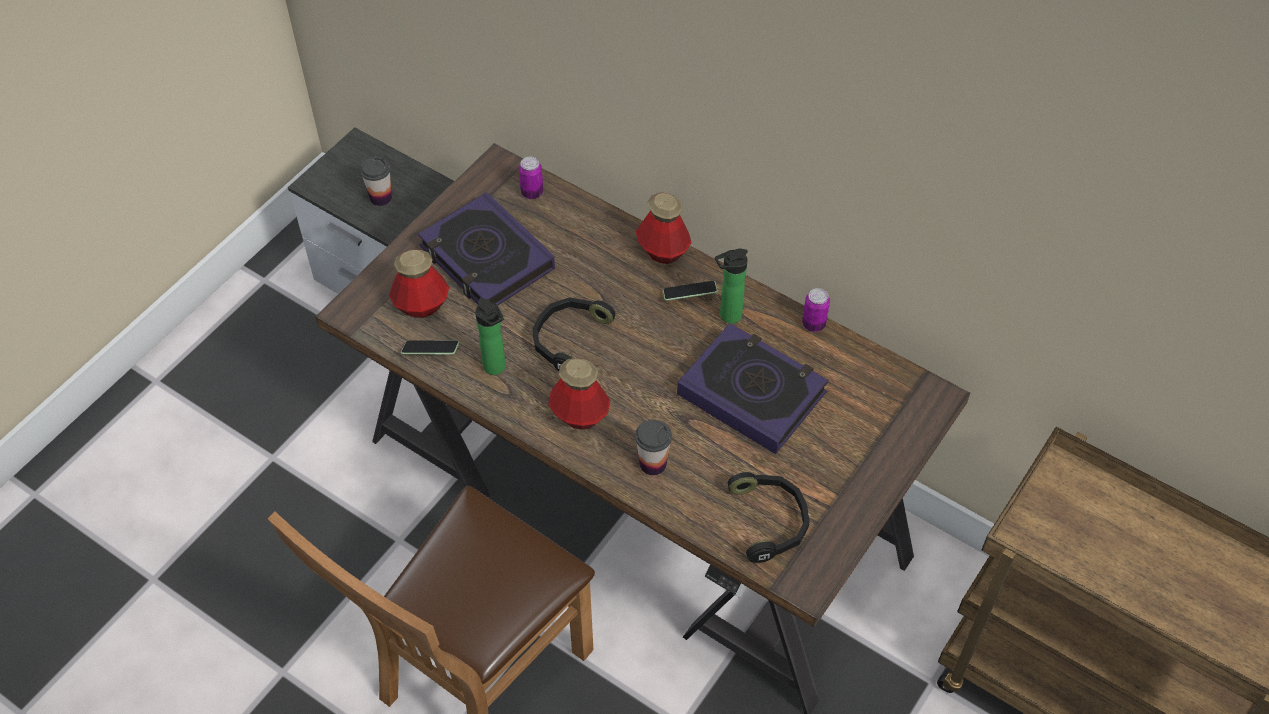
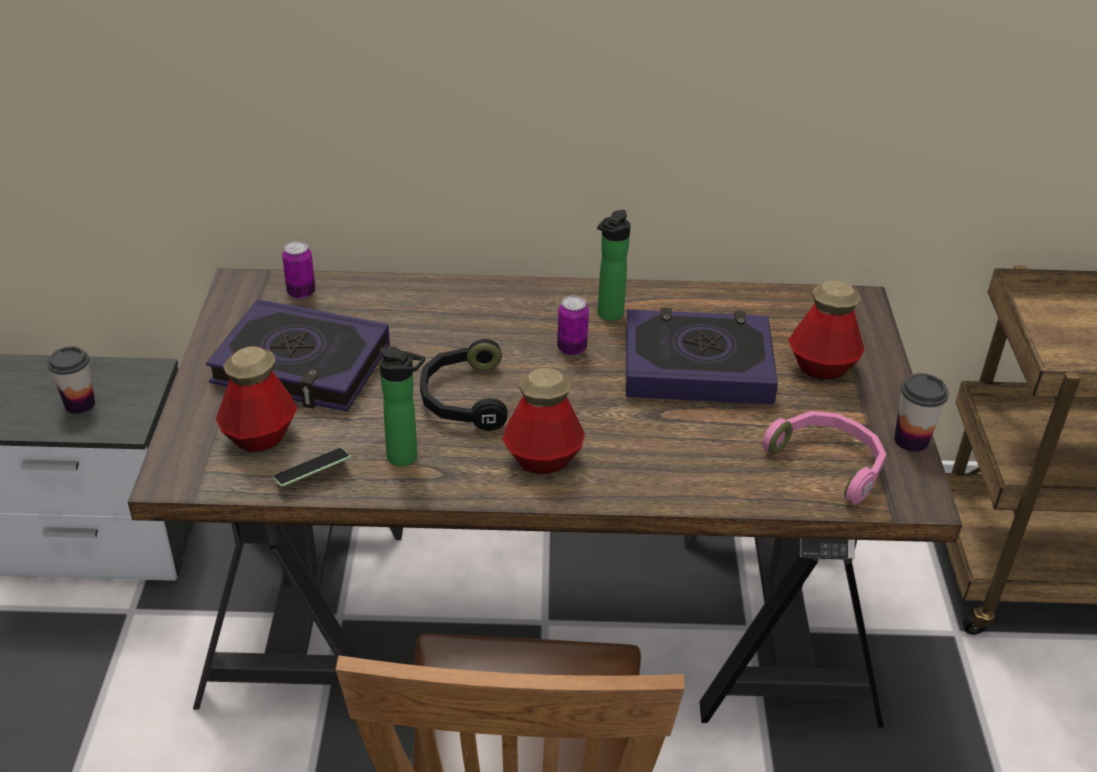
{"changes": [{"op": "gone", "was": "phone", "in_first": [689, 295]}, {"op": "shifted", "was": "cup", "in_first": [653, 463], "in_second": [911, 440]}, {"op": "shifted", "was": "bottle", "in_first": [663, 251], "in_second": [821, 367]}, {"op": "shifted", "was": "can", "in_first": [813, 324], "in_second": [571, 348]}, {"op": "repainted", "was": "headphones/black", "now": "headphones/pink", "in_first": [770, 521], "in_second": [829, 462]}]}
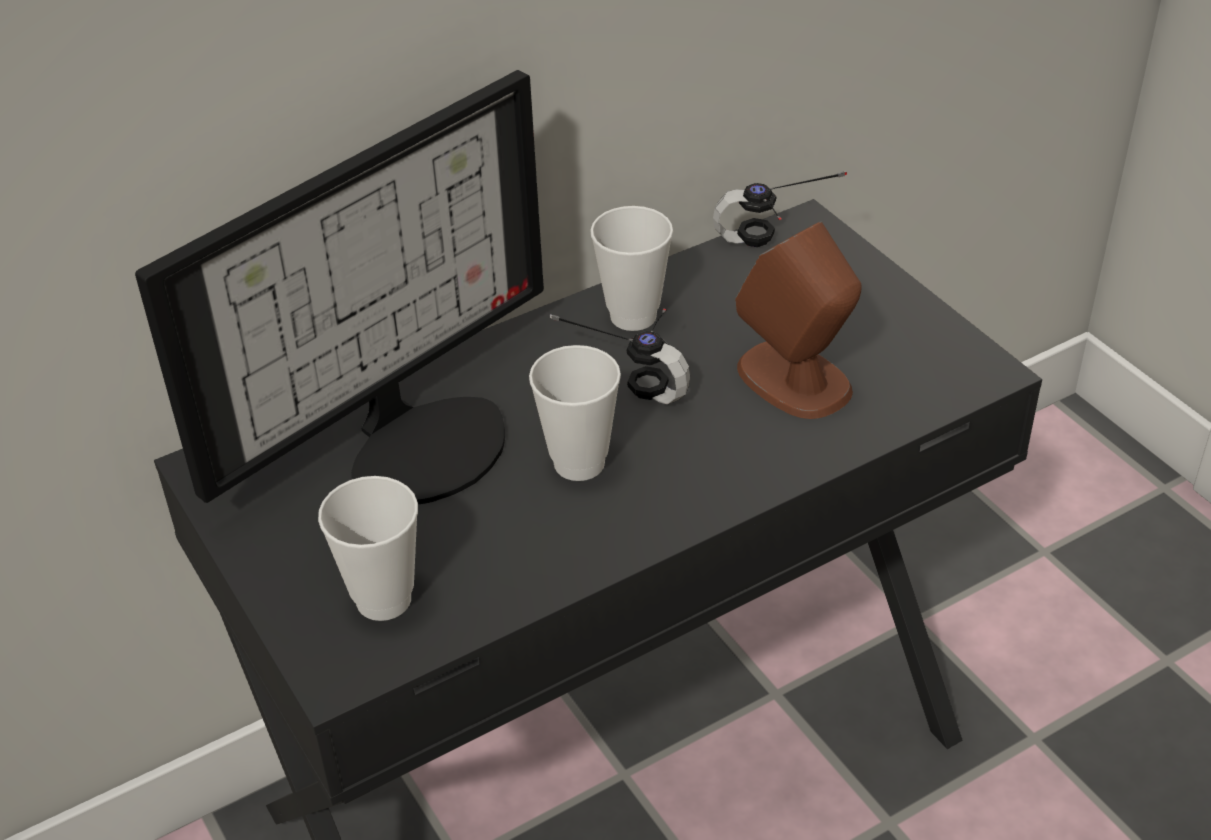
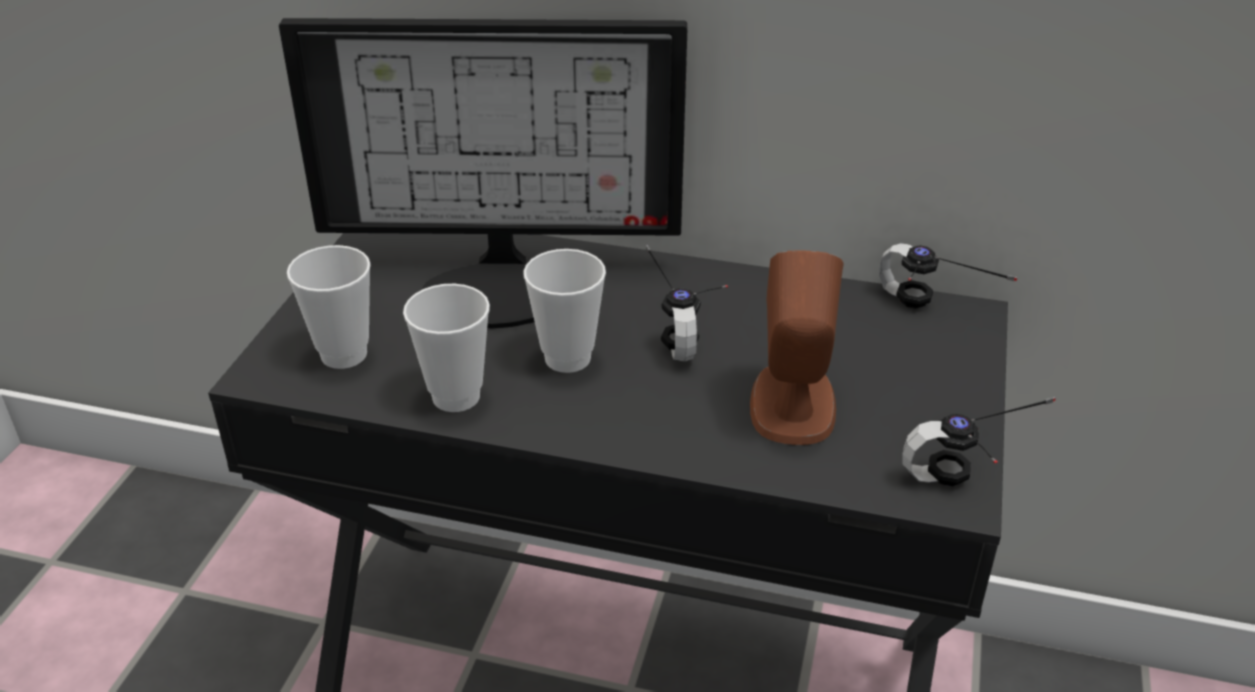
{"changes": [{"op": "new", "now": "headphones", "in_second": [979, 484]}, {"op": "shifted", "was": "cup", "in_first": [633, 316], "in_second": [456, 396]}]}
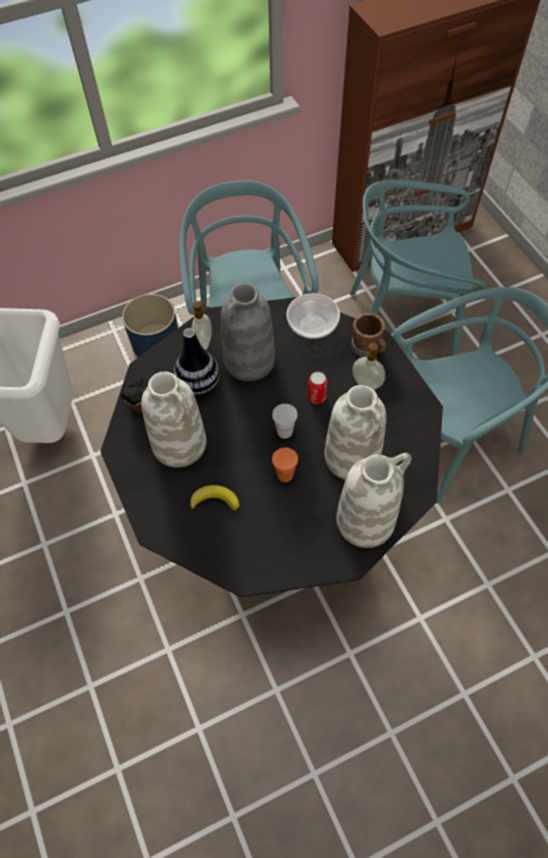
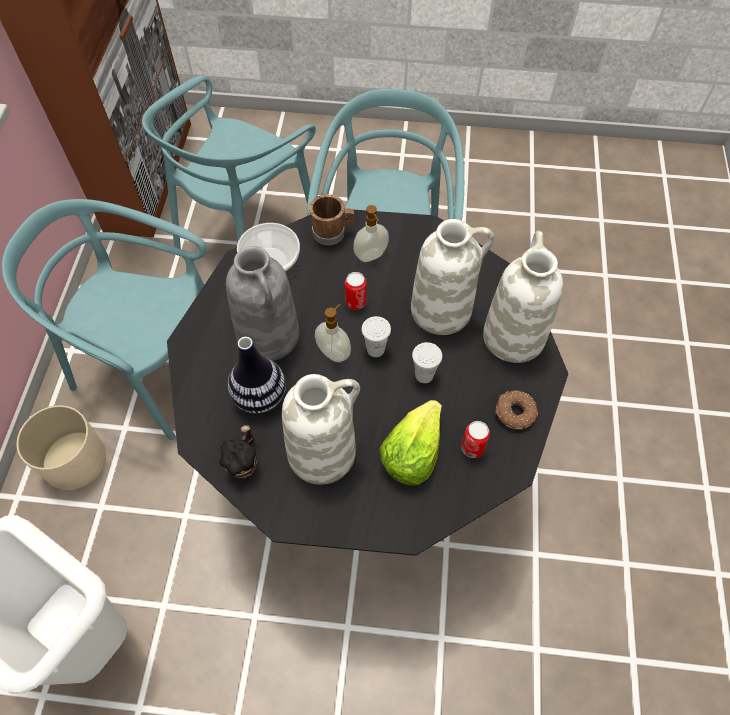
{"changes": [{"op": "new", "now": "can", "in_second": [472, 448]}, {"op": "new", "now": "donut", "in_second": [514, 413]}, {"op": "shifted", "was": "soap dispenser", "in_first": [204, 343], "in_second": [334, 352]}, {"op": "swapped", "was": "banana", "now": "lettuce", "in_first": [215, 500], "in_second": [412, 452]}, {"op": "repainted", "was": "planter/blue", "now": "planter/beige", "in_first": [156, 342], "in_second": [74, 459]}, {"op": "repainted", "was": "cup/orange", "now": "cup/white", "in_first": [285, 475], "in_second": [424, 375]}]}
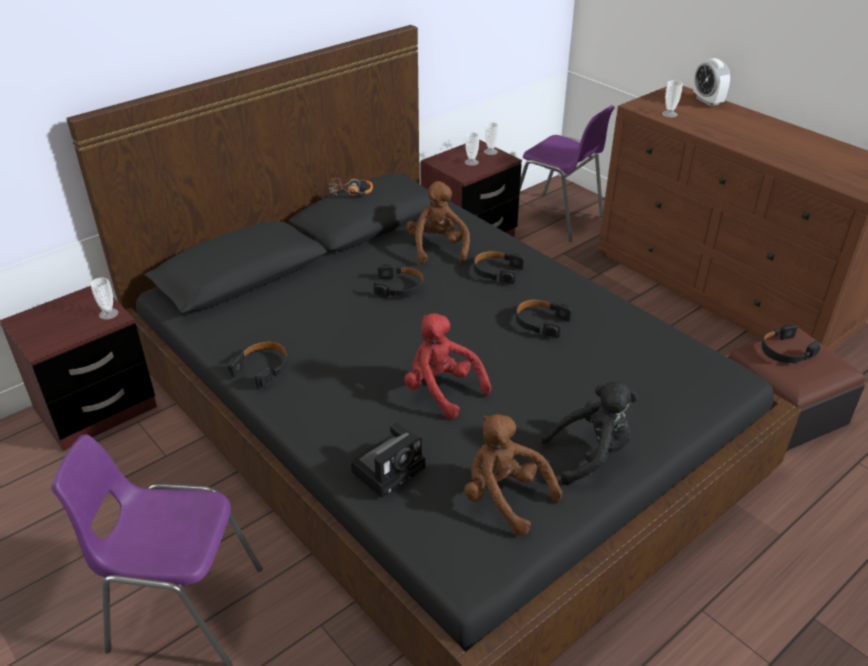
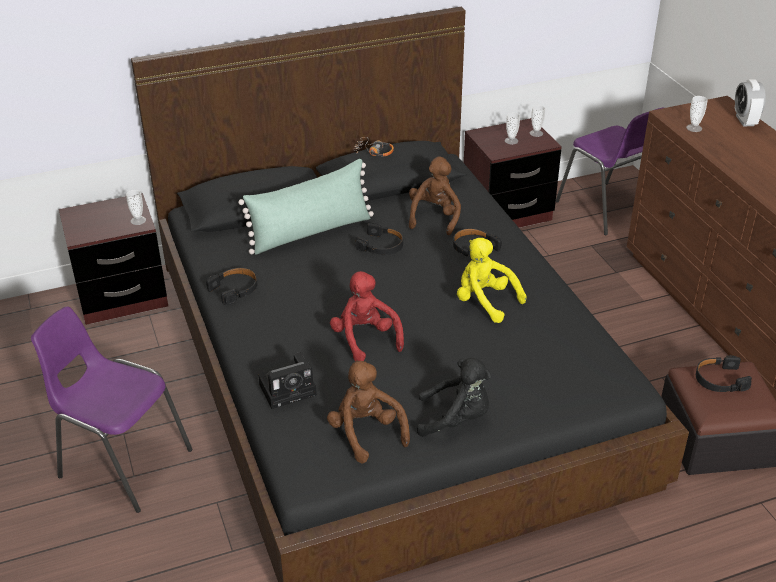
{"changes": [{"op": "new", "now": "pillow/green", "in_second": [311, 232]}, {"op": "swapped", "was": "headphones/black", "now": "plush toy/yellow", "in_first": [540, 322], "in_second": [485, 302]}]}
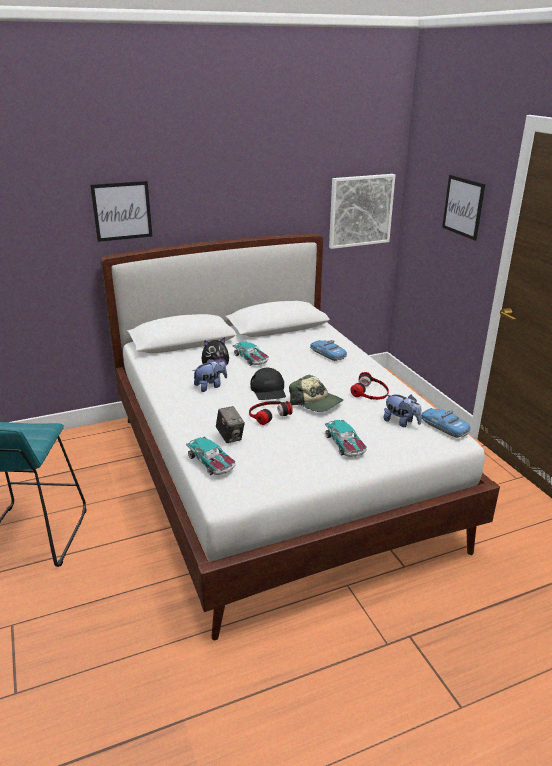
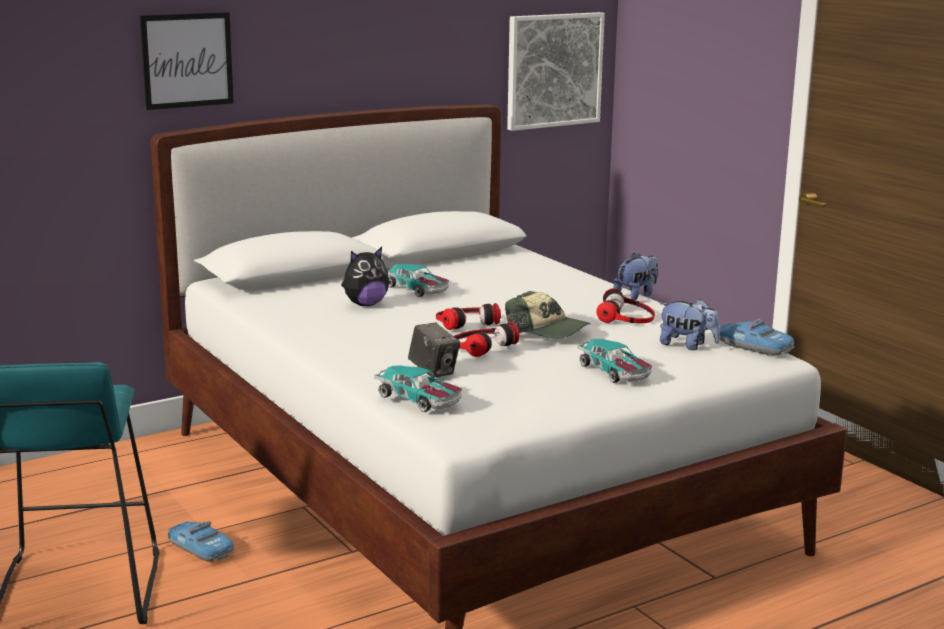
{"changes": [{"op": "gone", "was": "picture", "in_first": [463, 207]}, {"op": "shifted", "was": "plush toy", "in_first": [210, 386], "in_second": [636, 295]}, {"op": "shifted", "was": "toy car", "in_first": [327, 354], "in_second": [200, 549]}, {"op": "swapped", "was": "cap/black", "now": "headphones", "in_first": [268, 390], "in_second": [465, 321]}]}
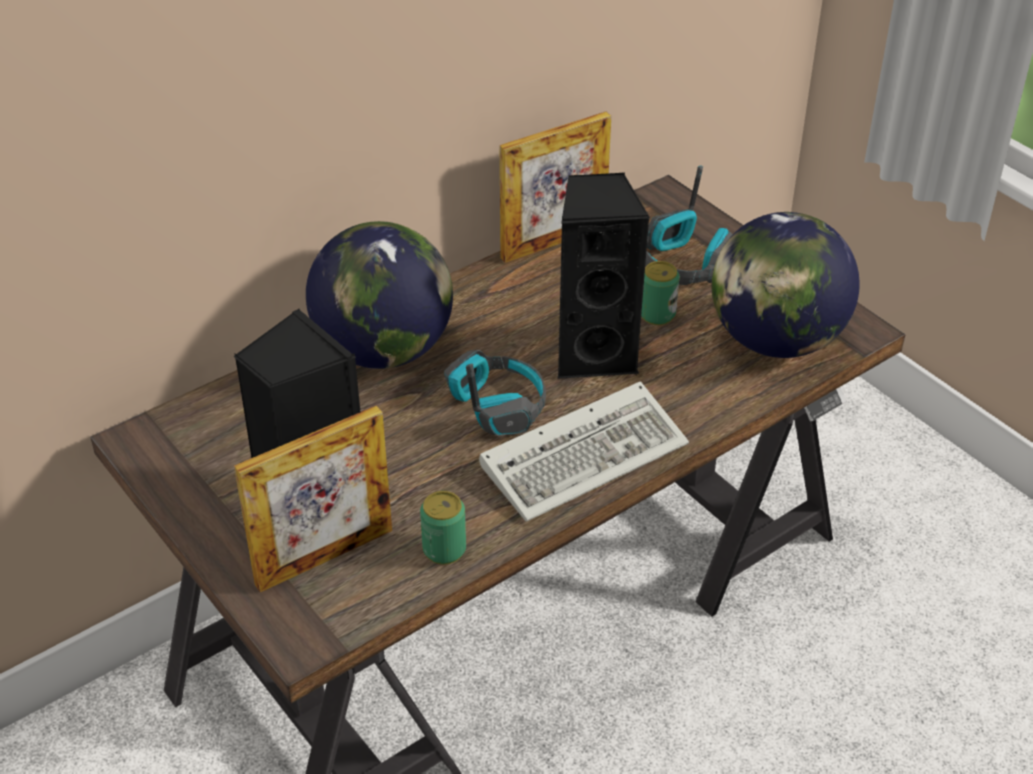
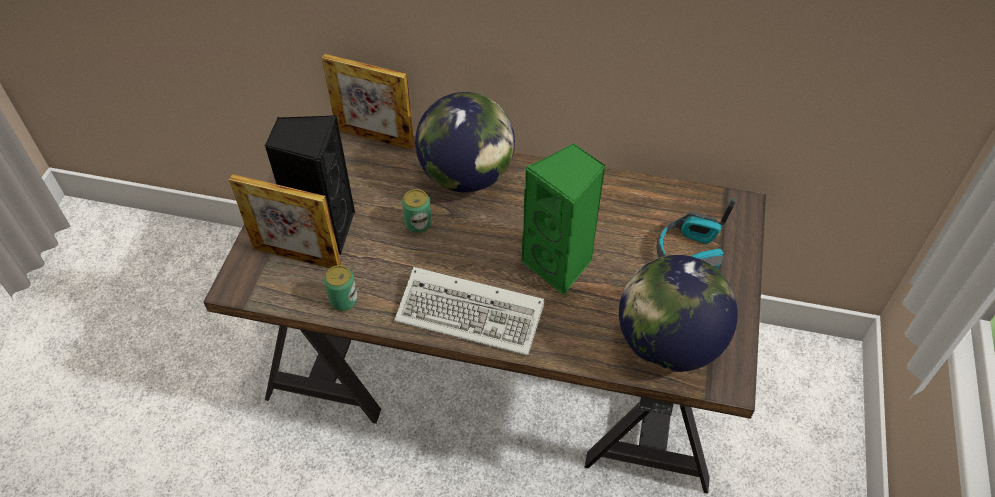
{"changes": [{"op": "gone", "was": "headphones", "in_first": [496, 405]}, {"op": "shifted", "was": "picture frame", "in_first": [553, 242], "in_second": [374, 137]}, {"op": "shifted", "was": "can", "in_first": [657, 314], "in_second": [418, 224]}, {"op": "repainted", "was": "speaker/black", "now": "speaker/green", "in_first": [595, 354], "in_second": [560, 264]}]}
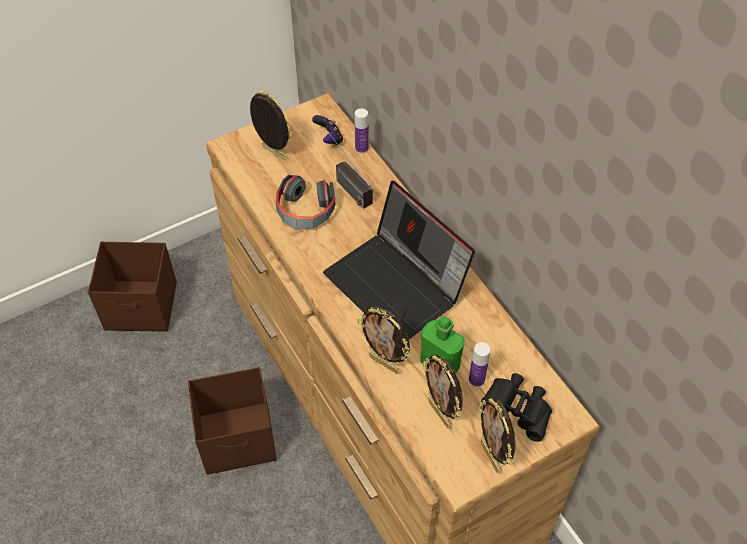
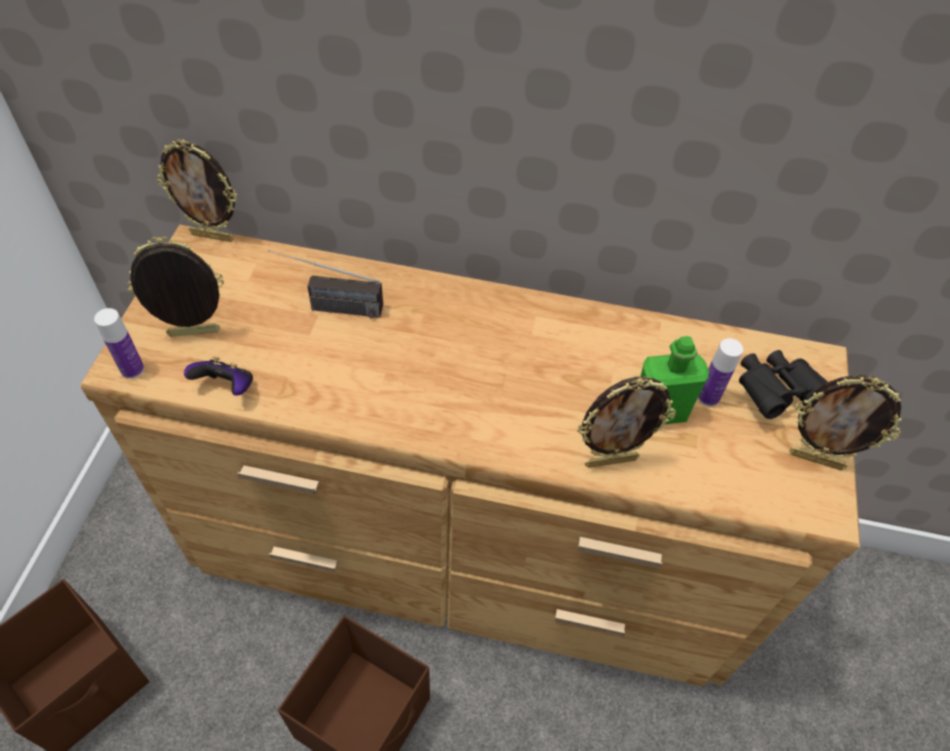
{"changes": [{"op": "gone", "was": "headphones", "in_first": [305, 211]}, {"op": "gone", "was": "laptop", "in_first": [397, 286]}, {"op": "shifted", "was": "game controller", "in_first": [329, 139], "in_second": [227, 387]}, {"op": "shifted", "was": "bottle", "in_first": [361, 148], "in_second": [132, 369]}, {"op": "shifted", "was": "picture frame", "in_first": [440, 413], "in_second": [213, 236]}]}
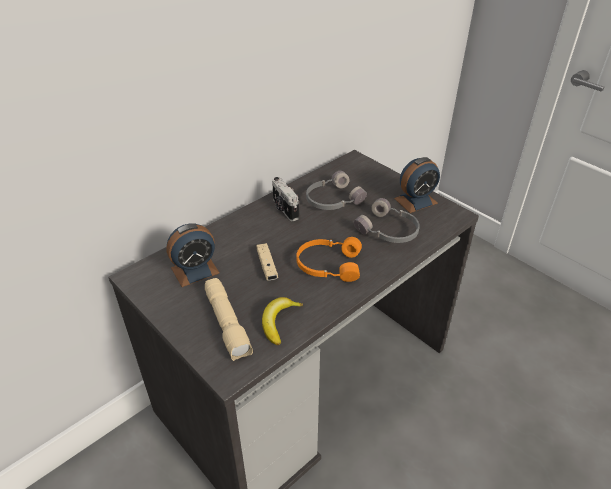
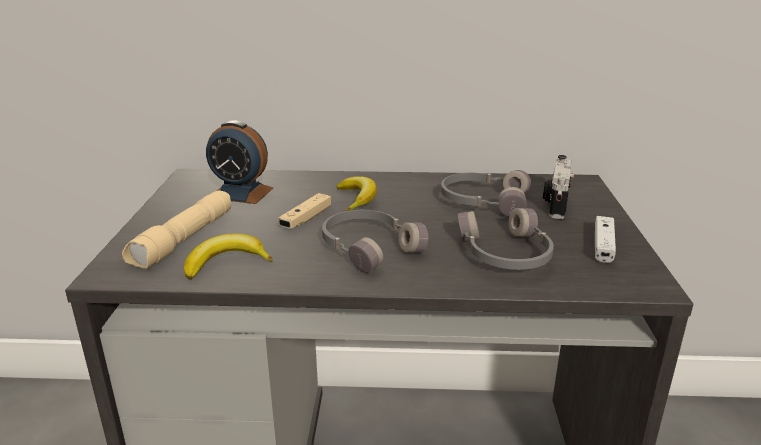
{"changes": [{"op": "new", "now": "banana", "in_second": [357, 199]}, {"op": "shifted", "was": "photo camera", "in_first": [284, 209], "in_second": [555, 204]}, {"op": "swapped", "was": "alarm clock", "now": "game controller/white", "in_first": [415, 201], "in_second": [603, 246]}, {"op": "repainted", "was": "headphones/orange", "now": "headphones/grey", "in_first": [328, 265], "in_second": [369, 247]}]}
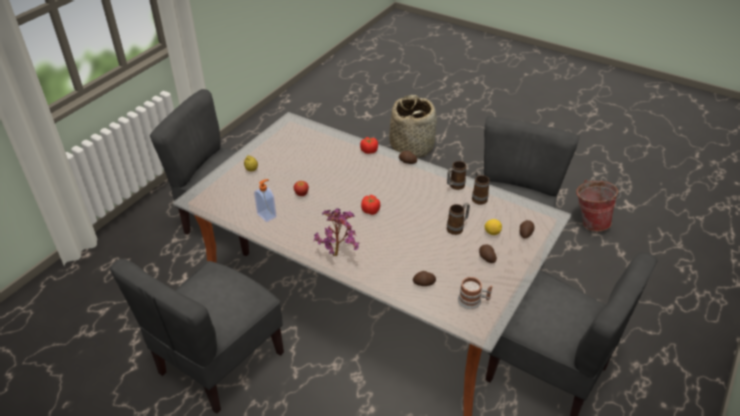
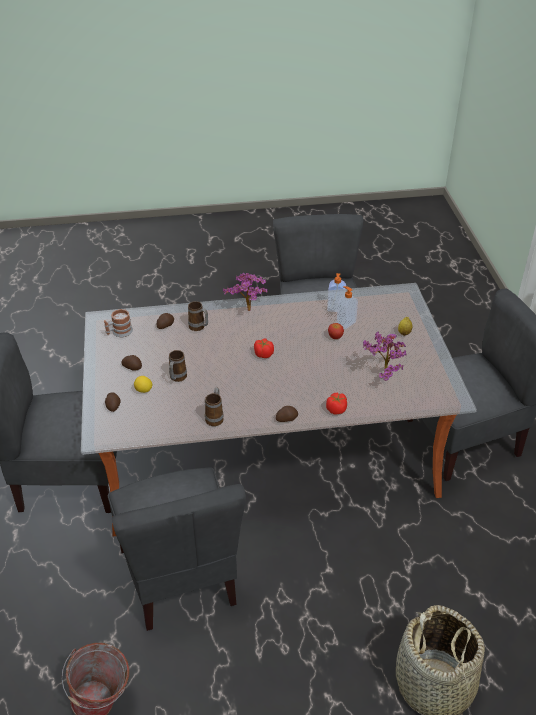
{"changes": [{"op": "new", "now": "soap dispenser", "in_second": [345, 323]}, {"op": "new", "now": "potted plant", "in_second": [382, 377]}, {"op": "shifted", "was": "mug", "in_first": [478, 197], "in_second": [199, 328]}]}
